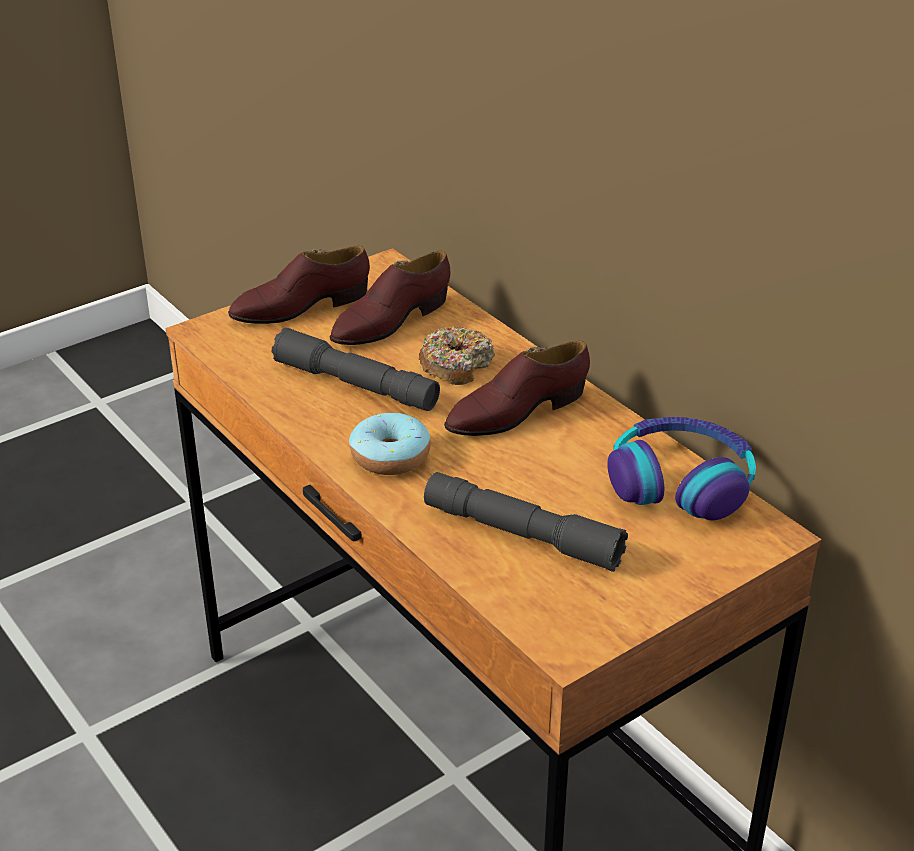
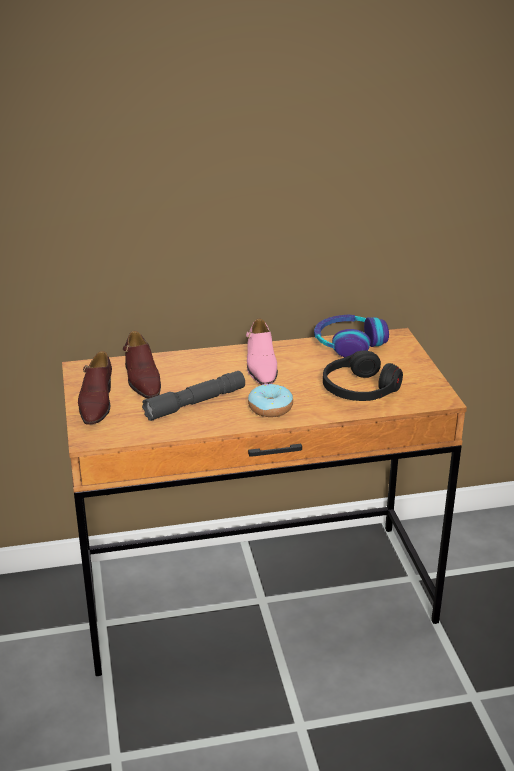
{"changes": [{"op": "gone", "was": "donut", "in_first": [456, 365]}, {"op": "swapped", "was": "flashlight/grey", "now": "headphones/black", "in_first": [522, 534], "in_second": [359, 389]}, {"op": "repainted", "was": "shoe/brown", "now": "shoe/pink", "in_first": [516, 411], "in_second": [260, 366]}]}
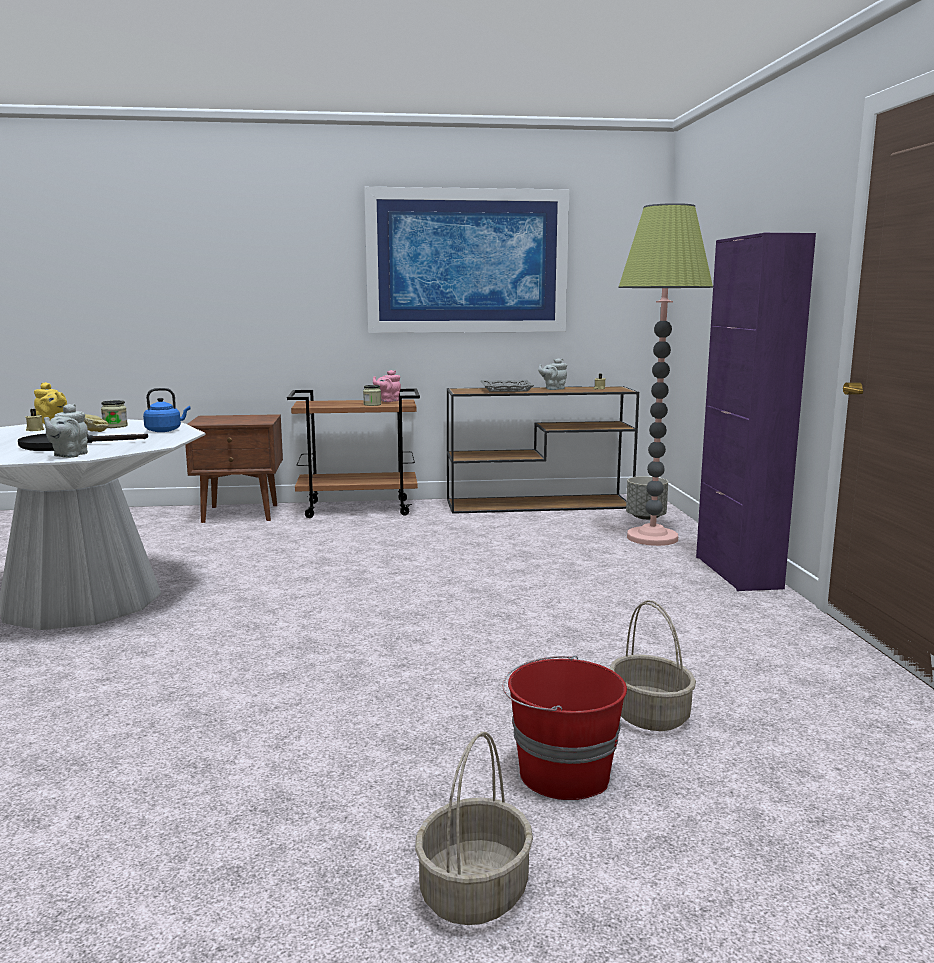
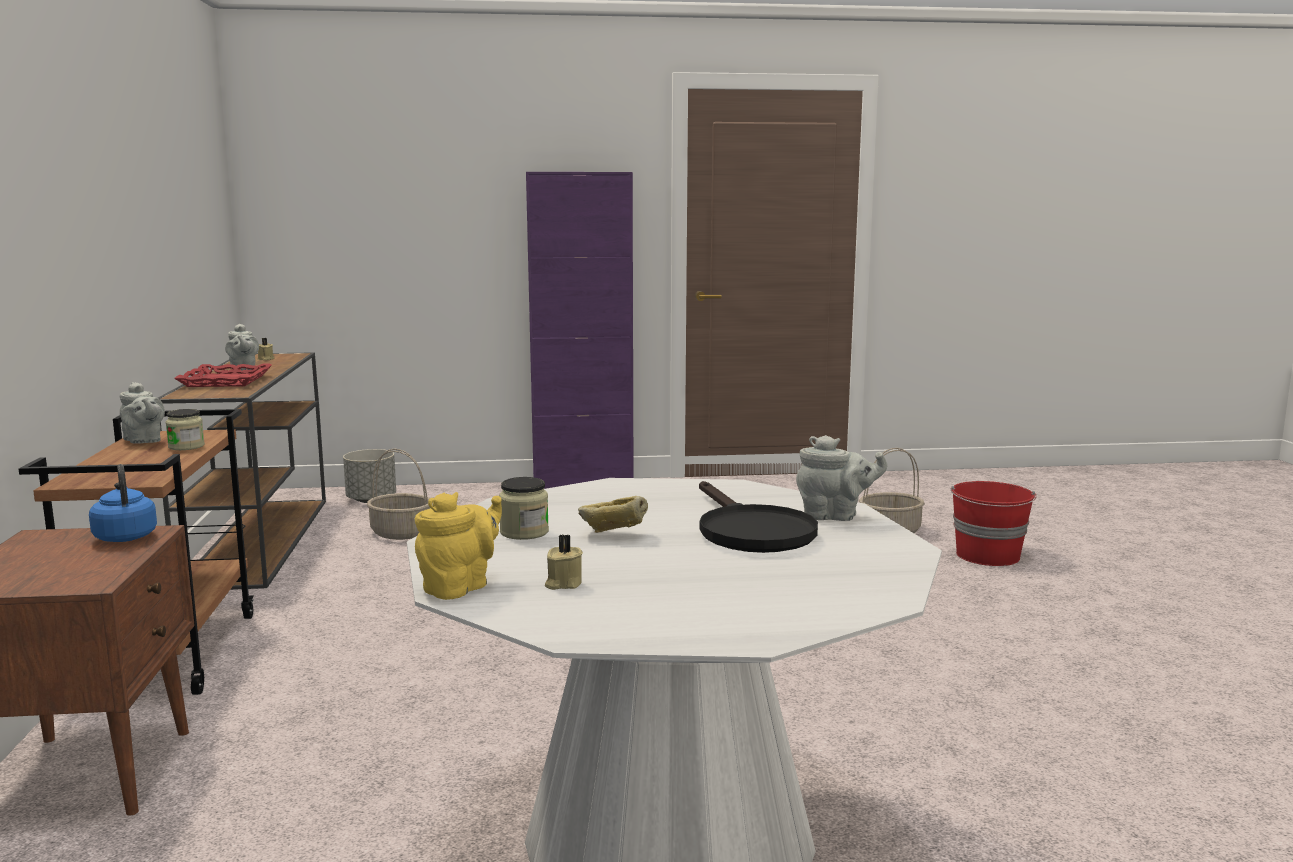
{"changes": [{"op": "gone", "was": "picture", "in_first": [467, 261]}, {"op": "gone", "was": "floor lamp", "in_first": [652, 538]}, {"op": "shifted", "was": "kettle/blue", "in_first": [165, 430], "in_second": [125, 536]}, {"op": "shifted", "was": "basket", "in_first": [474, 893], "in_second": [402, 533]}, {"op": "repainted", "was": "teapot/pink", "now": "teapot/grey", "in_first": [388, 401], "in_second": [143, 441]}, {"op": "repainted", "was": "tray/grey", "now": "tray/red", "in_first": [506, 389], "in_second": [226, 381]}]}
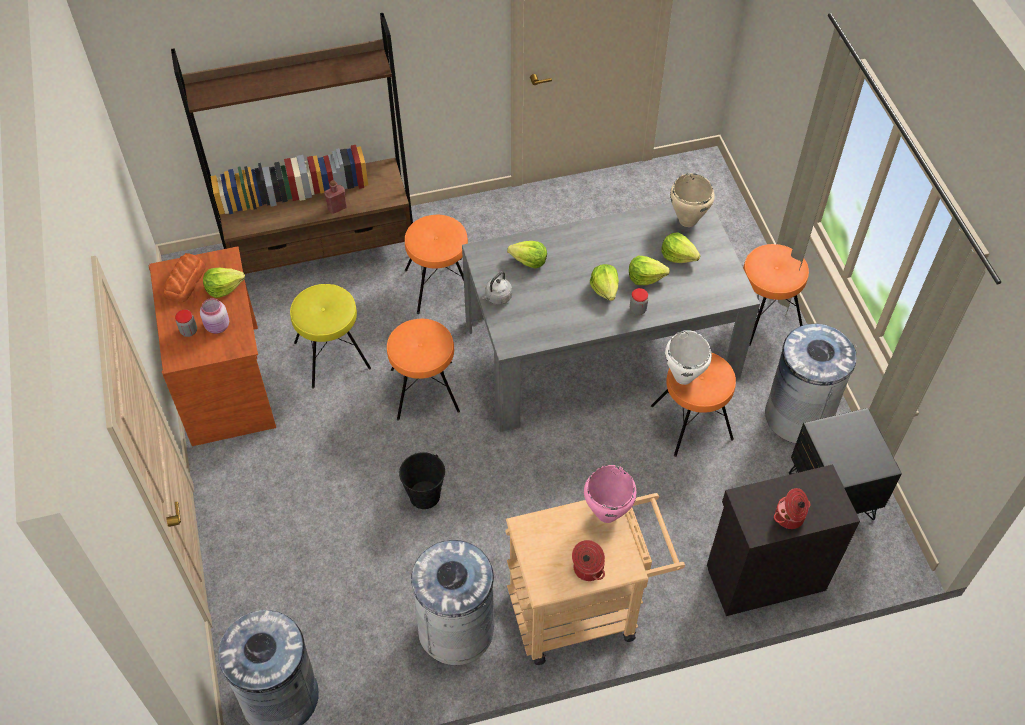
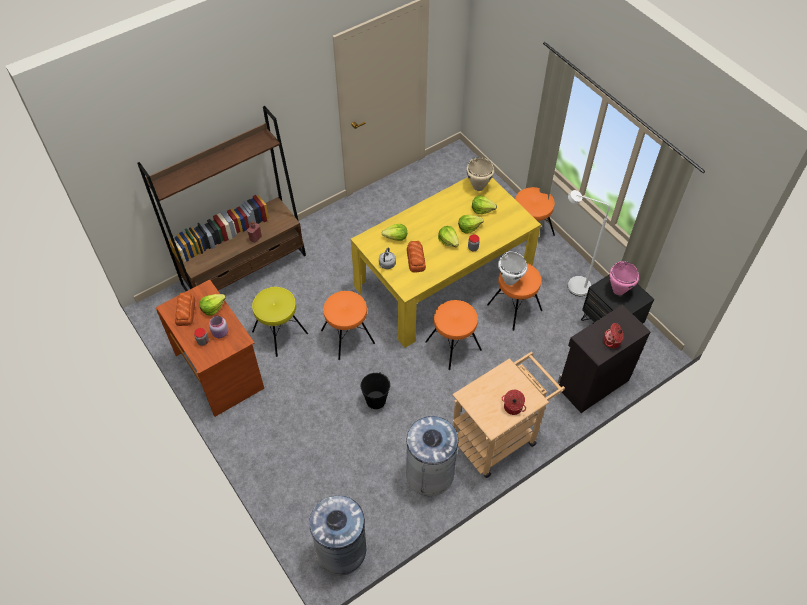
{"changes": [{"op": "new", "now": "bread", "in_second": [415, 259]}, {"op": "shifted", "was": "stool/orange", "in_first": [439, 286], "in_second": [453, 346]}, {"op": "shifted", "was": "cooking pot/pink", "in_first": [606, 514], "in_second": [618, 290]}, {"op": "swapped", "was": "trash can/grey", "now": "floor lamp/white", "in_first": [798, 415], "in_second": [572, 285]}, {"op": "repainted", "was": "dining table/grey", "now": "dining table/yellow", "in_first": [601, 348], "in_second": [443, 279]}]}
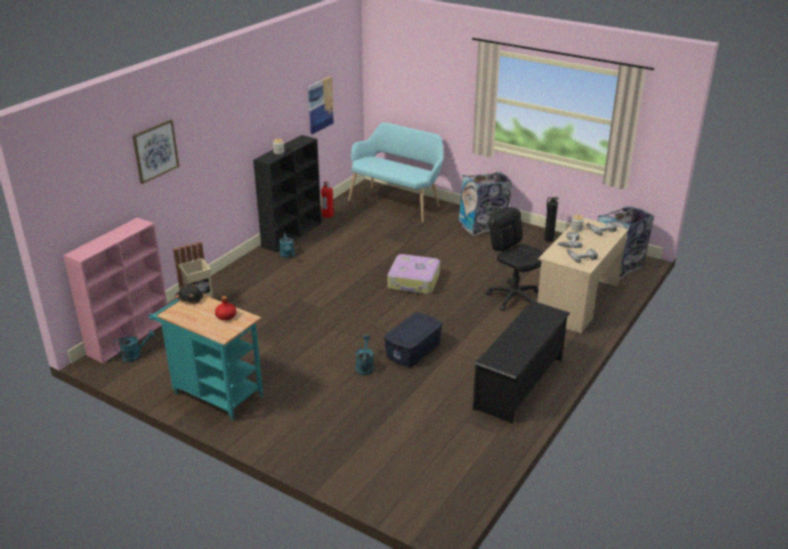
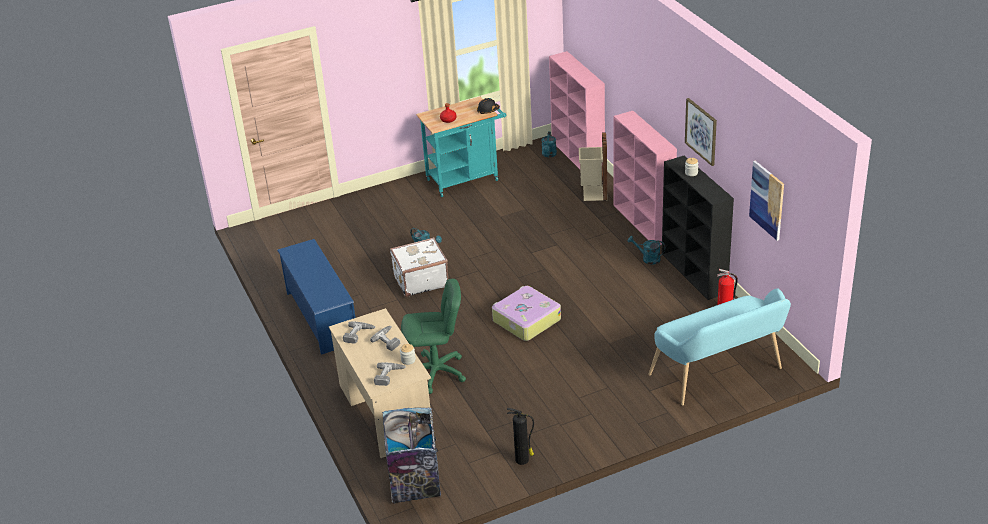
{"changes": [{"op": "gone", "was": "trash can", "in_first": [483, 226]}, {"op": "new", "now": "bookcase/pink", "in_second": [643, 223]}, {"op": "shifted", "was": "picture", "in_first": [155, 151], "in_second": [701, 131]}, {"op": "swapped", "was": "storage box/blue", "now": "suitcase/white", "in_first": [413, 350], "in_second": [420, 280]}, {"op": "repainted", "was": "shoe rack/black", "now": "shoe rack/blue", "in_first": [519, 383], "in_second": [321, 317]}, {"op": "repainted", "was": "office chair/black", "now": "office chair/green", "in_first": [514, 297], "in_second": [436, 372]}]}
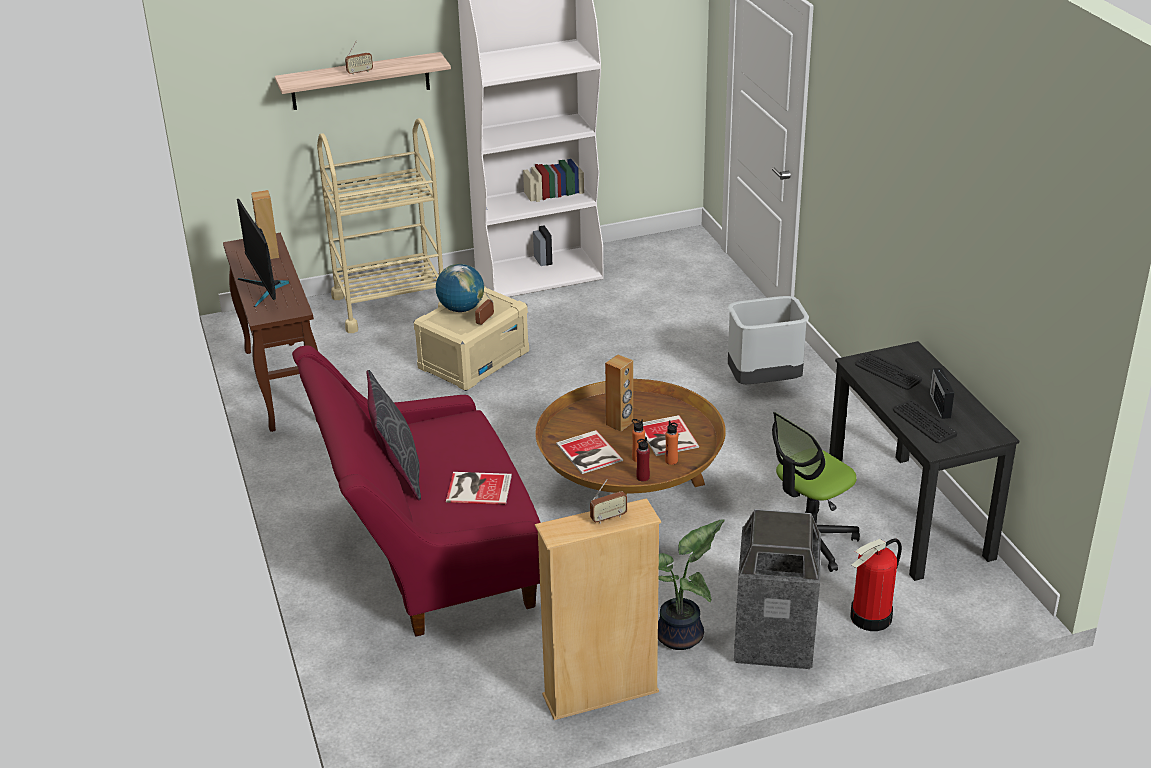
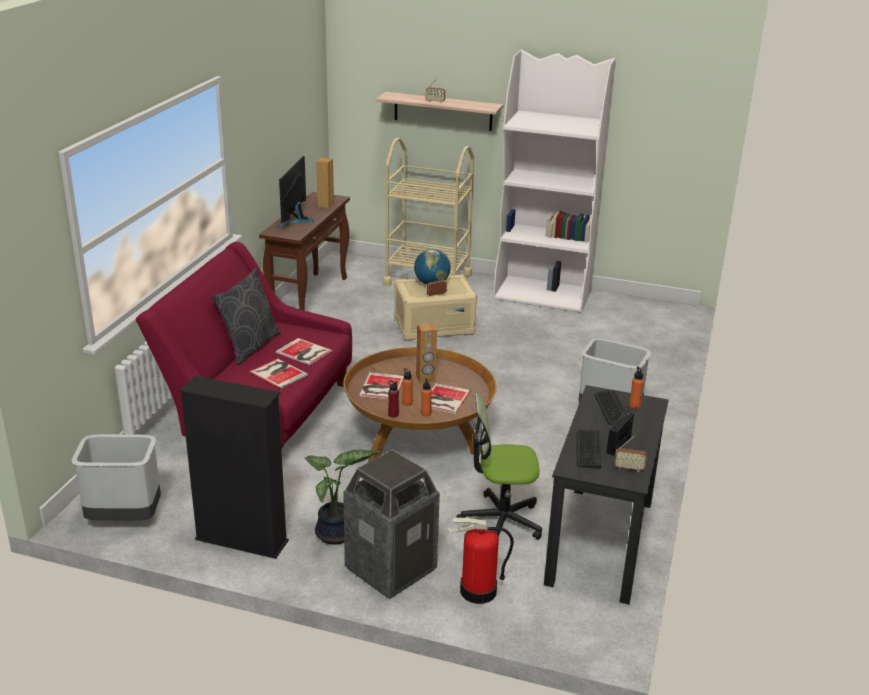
{"changes": [{"op": "new", "now": "trash can/grey", "in_second": [124, 519]}, {"op": "new", "now": "book", "in_second": [304, 352]}, {"op": "new", "now": "bottle/orange", "in_second": [634, 405]}, {"op": "shifted", "was": "radio", "in_first": [608, 518], "in_second": [629, 468]}, {"op": "repainted", "was": "bookcase/beige", "now": "bookcase/black", "in_first": [600, 694], "in_second": [241, 540]}]}
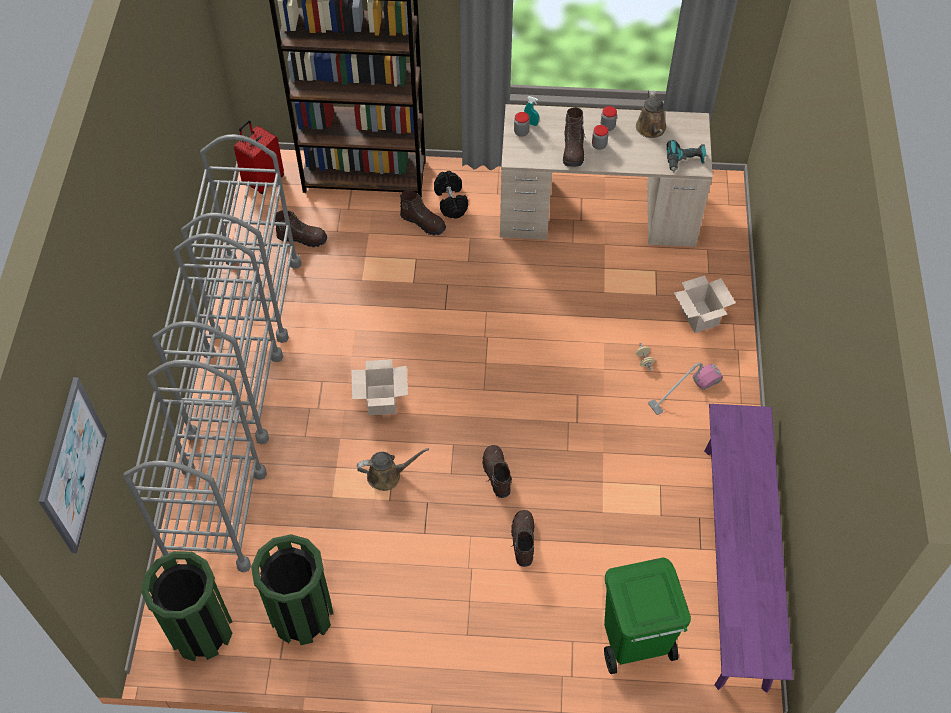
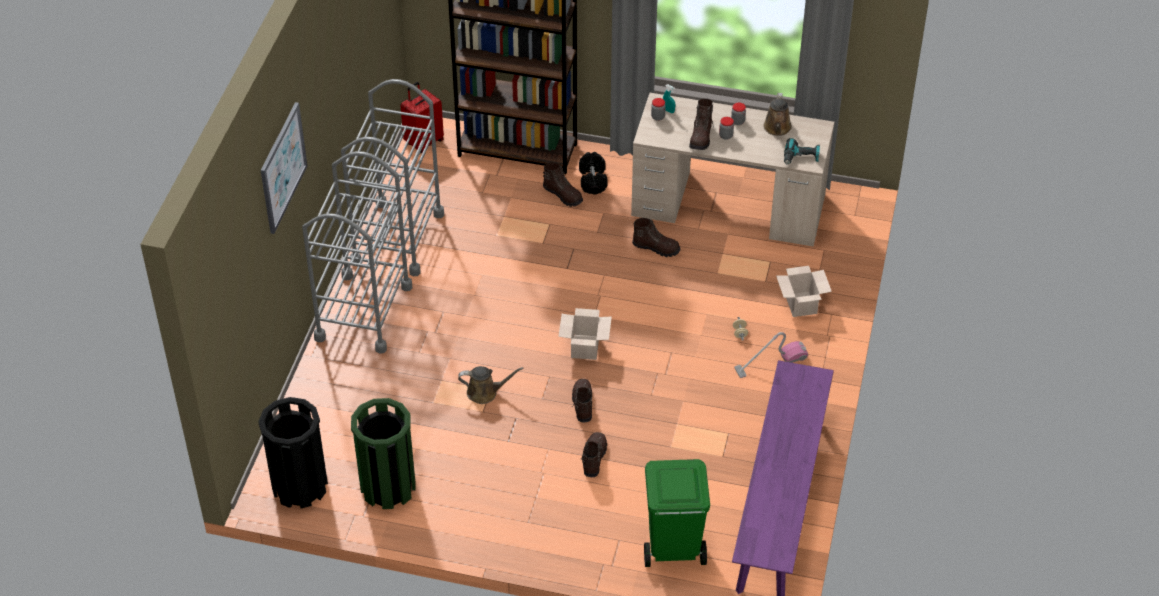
{"changes": [{"op": "gone", "was": "cart/grey", "in_first": [215, 517]}, {"op": "shifted", "was": "picture", "in_first": [72, 465], "in_second": [282, 167]}, {"op": "shifted", "was": "boot/brown", "in_first": [302, 238], "in_second": [656, 248]}, {"op": "shifted", "was": "cardboard box", "in_first": [381, 399], "in_second": [584, 346]}, {"op": "repainted", "was": "trash can/green", "now": "trash can/black", "in_first": [201, 630], "in_second": [299, 486]}]}
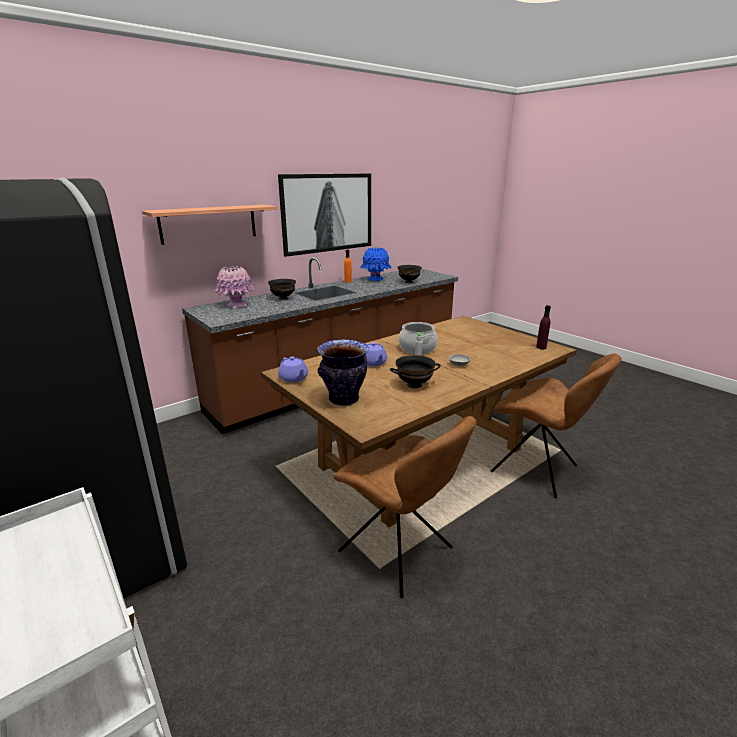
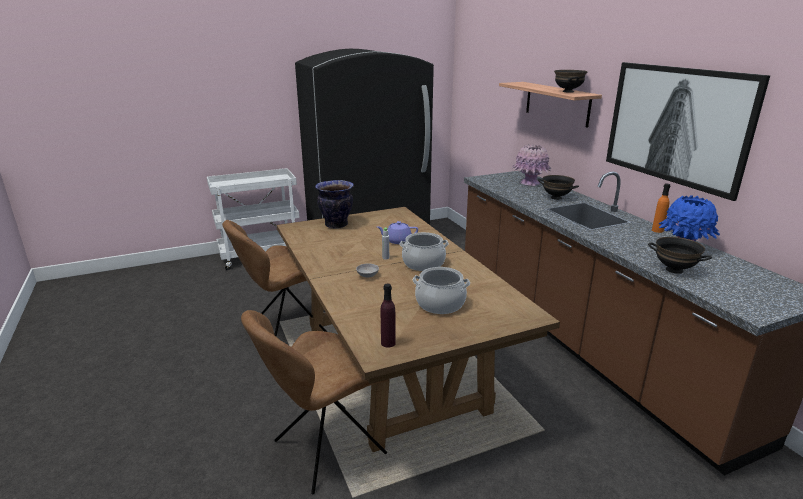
{"changes": [{"op": "gone", "was": "teapot/purple", "in_first": [294, 378]}, {"op": "new", "now": "cooking pot", "in_second": [440, 303]}, {"op": "shifted", "was": "bowl/black", "in_first": [414, 385], "in_second": [568, 91]}]}
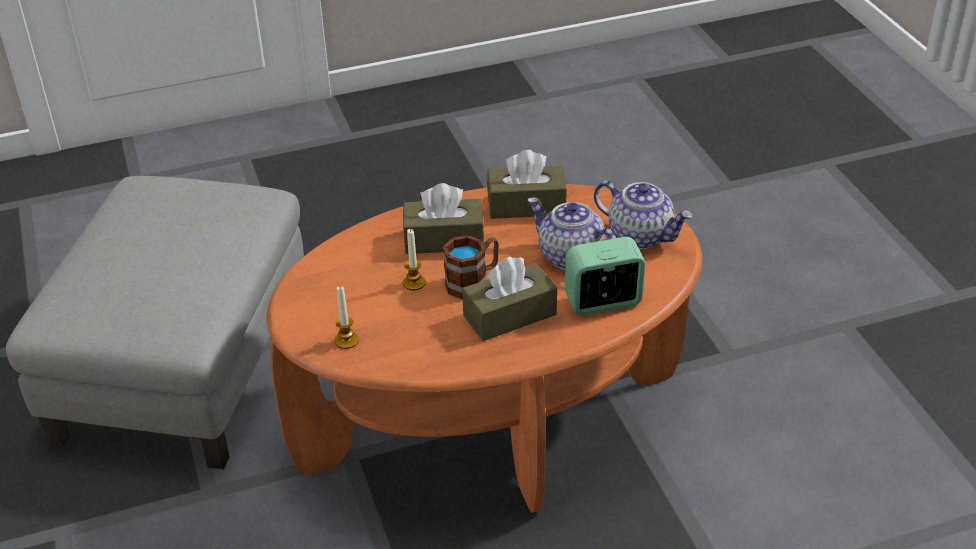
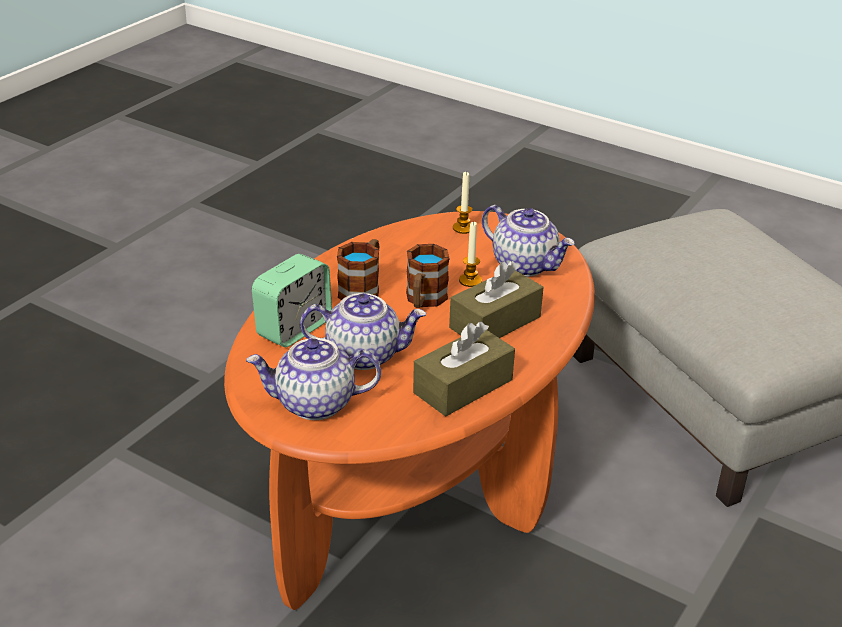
{"changes": [{"op": "new", "now": "teapot", "in_second": [525, 265]}, {"op": "swapped", "was": "tissue box/brown", "now": "mug", "in_first": [510, 315], "in_second": [363, 289]}]}
